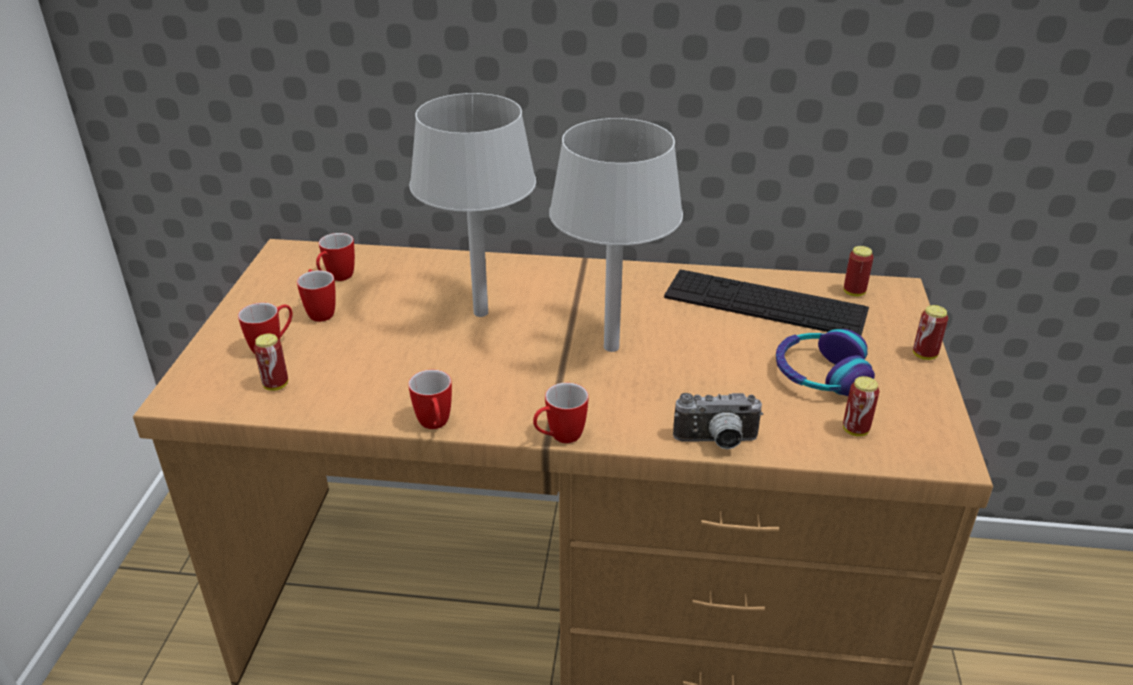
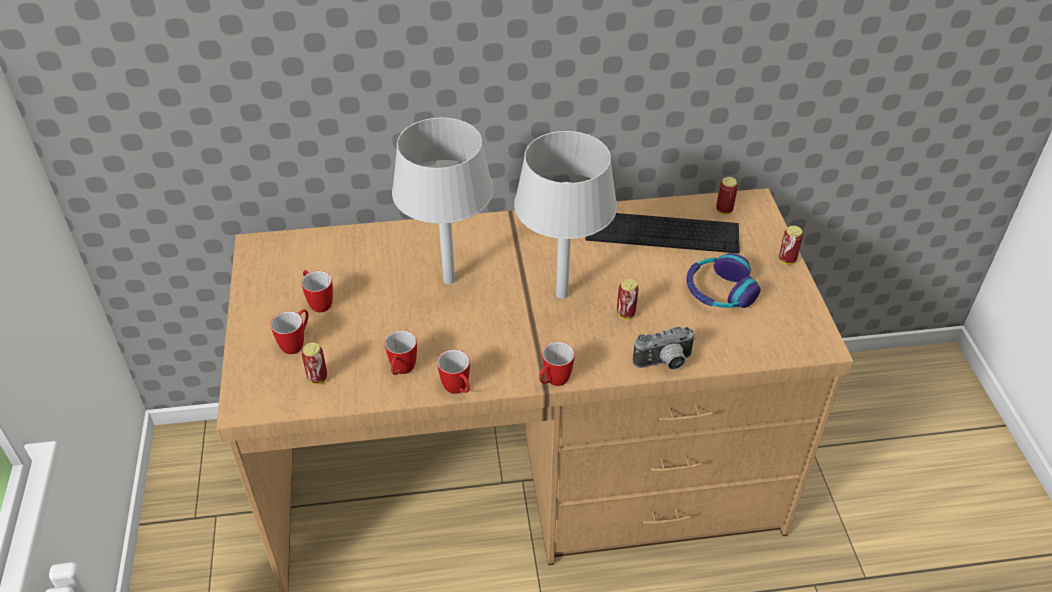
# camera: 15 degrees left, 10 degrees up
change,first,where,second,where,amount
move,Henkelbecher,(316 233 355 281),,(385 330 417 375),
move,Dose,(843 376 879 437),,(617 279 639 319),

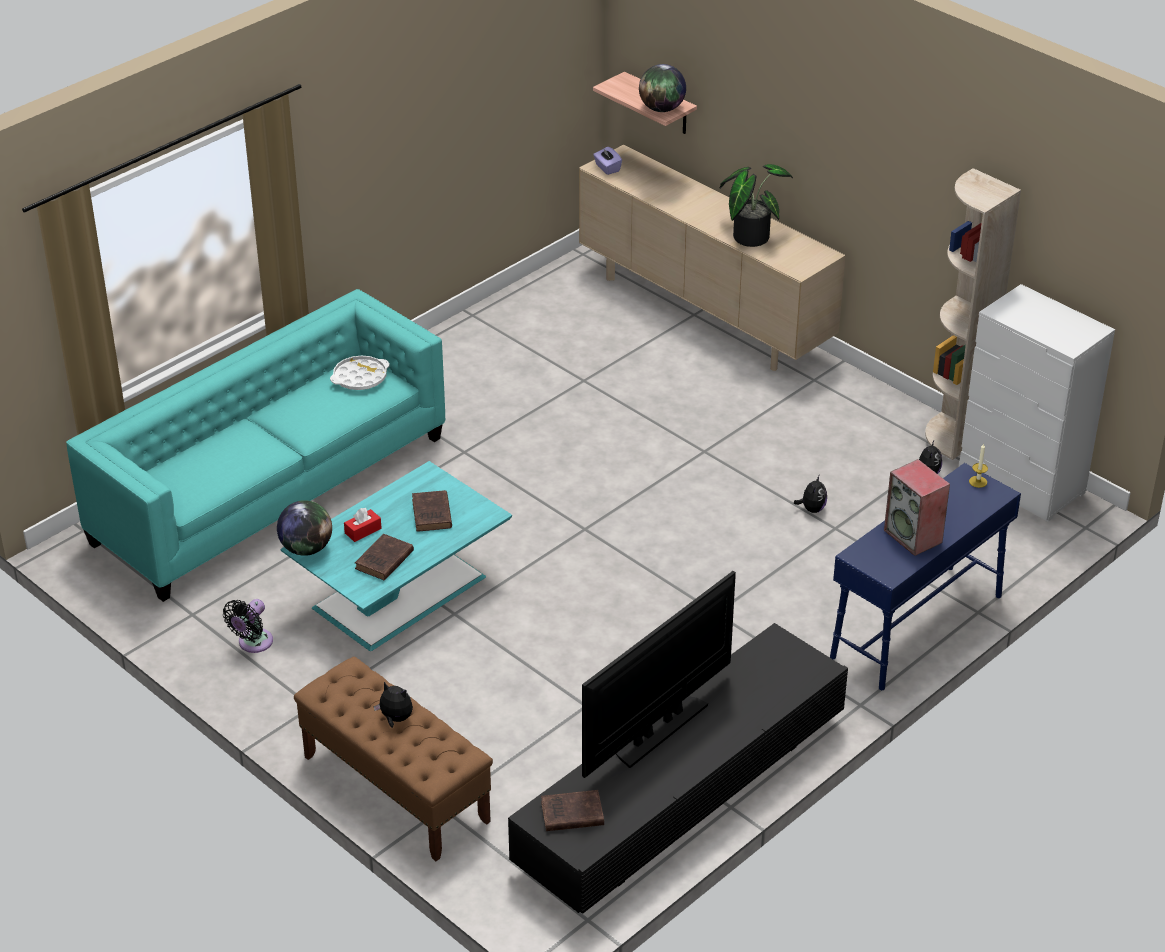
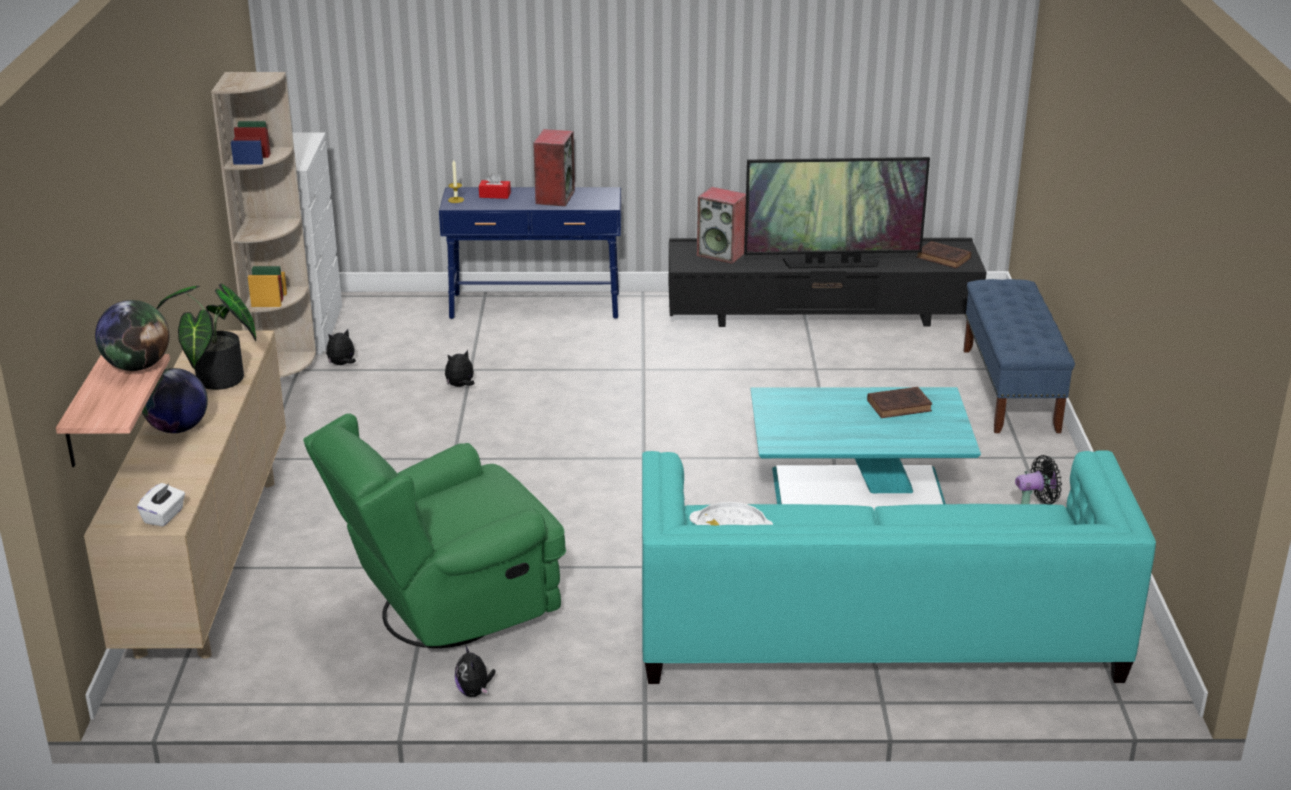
# camera: 135 degrees left, 10 degrees down
change,first,where,second,where,amount
recolor,Taschentuchbox/lila,(593 147 622 175),Taschentuchbox/weiß,(137 483 185 527),
delete,Buch/braun,(412 490 452 532),,,
move,Globus,(277 500 332 556),,(142 368 208 433),
move,Taschentuchbox/rot,(344 508 381 542),,(479 172 511 199),
recolor,Bank/braun,(294 657 493 861),Bank/blau,(963 279 1075 433),
move,Plüschtier,(373 682 413 728),,(455 645 496 697),
insert,,,Lautsprecher,(697 187 746 264),
insert,,,Sessel/grün,(303 414 566 648),

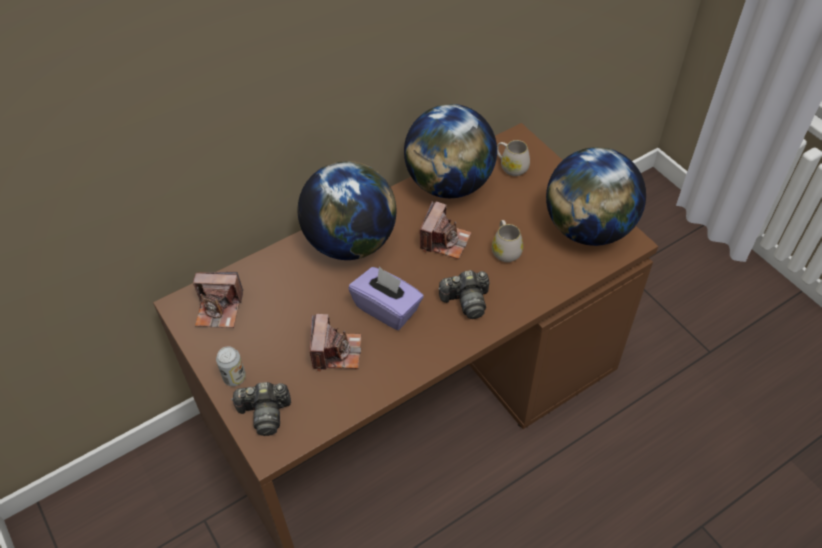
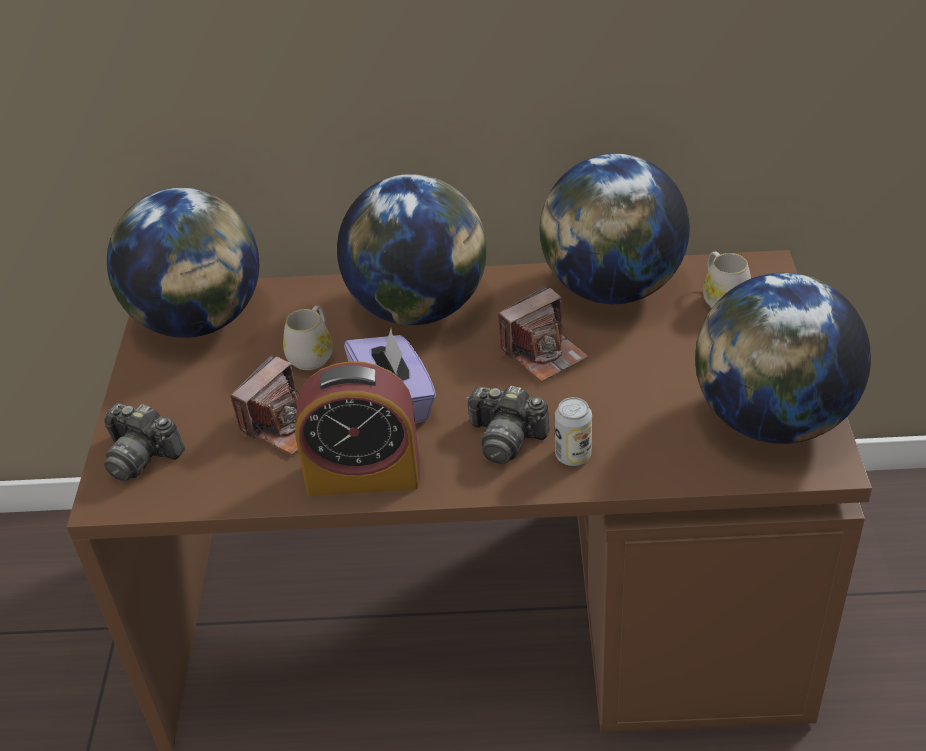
# camera: 35 degrees right, 10 degrees down
change,first,where,second,where,amount
move,Henkelbecher/weiß,(492 220 523 262),,(283 305 333 370),
replace,Kamera,(193 272 243 328),Globus,(107 187 259 338),
move,Dose,(216 346 246 386),,(555 397 592 466),
insert,,,Wecker,(295 361 419 496),

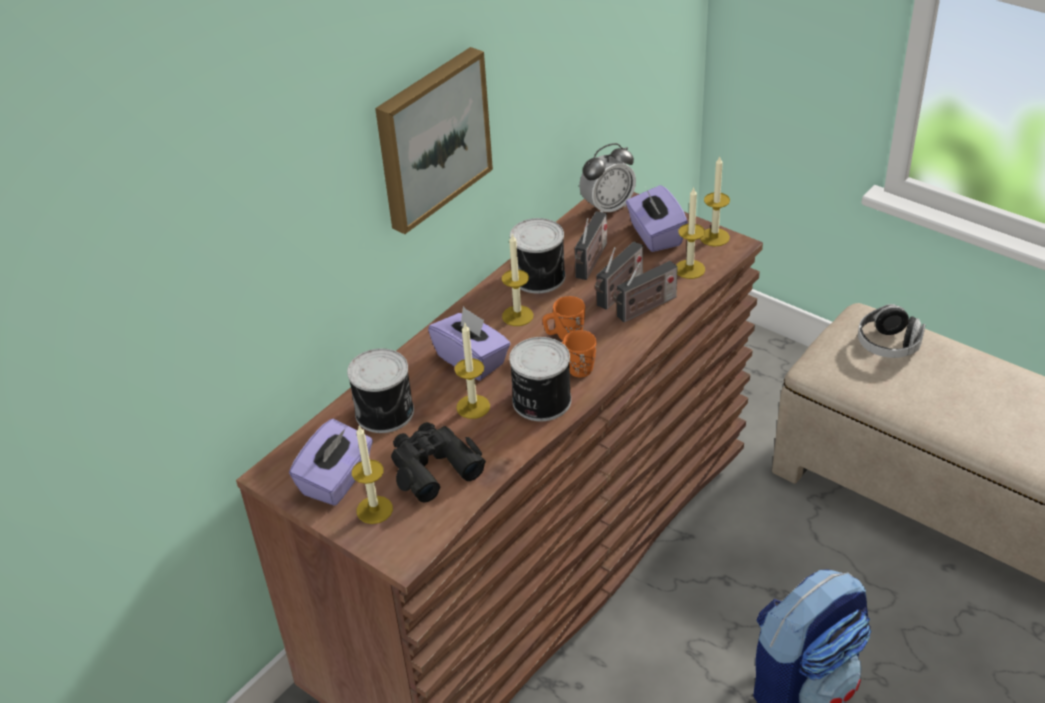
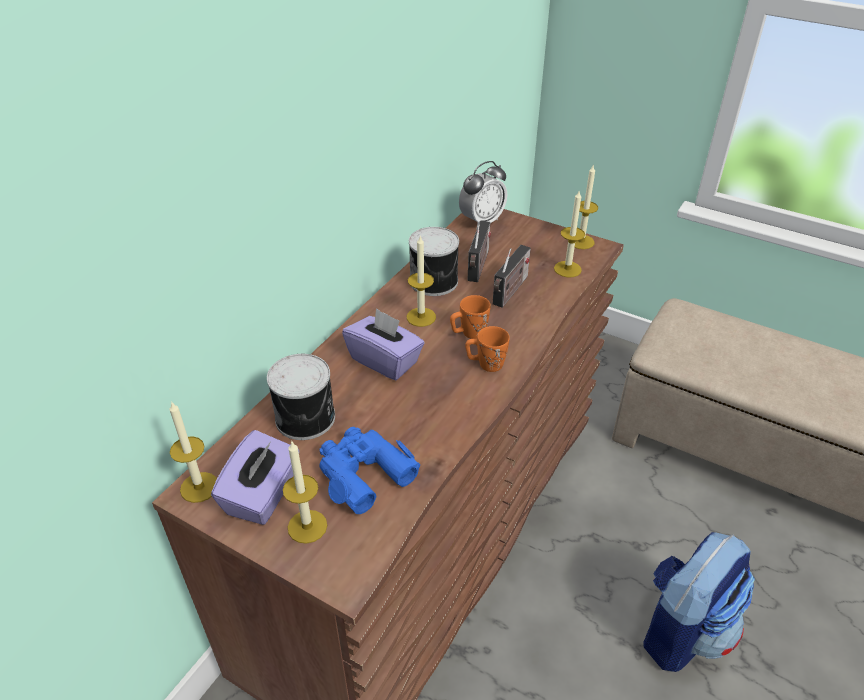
# camera: 10 degrees left, 0 degrees up
change,first,where,second,where,amount
delete,Bild,(375 47 493 234),,,
delete,Taschentuchbox/lila,(626 185 688 252),,,
delete,Radio,(613 261 678 322),,,
delete,Kopfhörer,(858 304 926 358),,,
move,Kerze,(455 322 490 419),,(169 401 217 503),
delete,Dose,(509 337 571 421),,,
recolor,Fernglas/schwarz,(391 422 486 503),Fernglas/blau,(319 427 421 514),

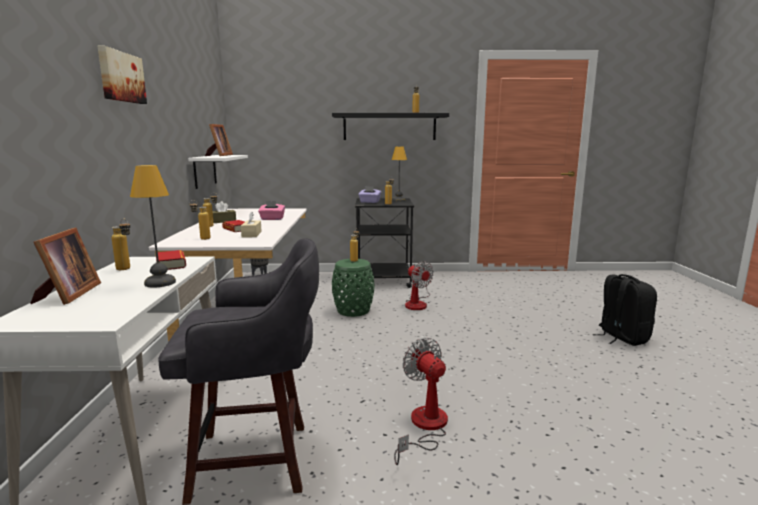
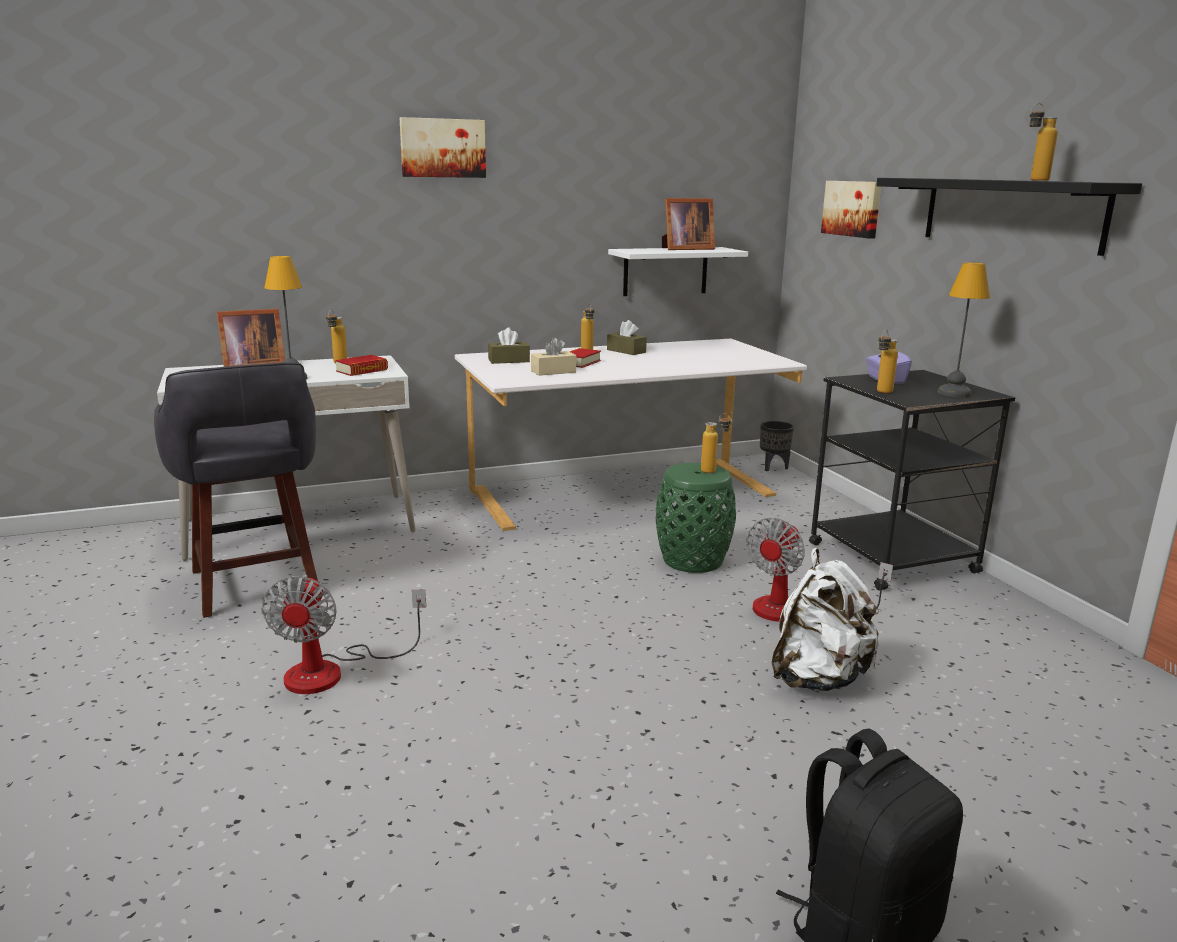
# camera: 70 degrees right, 5 degrees up
change,first,where,second,where,amount
replace,Flasche,(190 200 211 240),Taschentuchbox/braun,(488 328 530 364),
delete,Taschentuchbox/rosa,(258 201 285 220),,,
rotate,Ventilator,(394 338 448 465),,(261 575 426 694),135 degrees clockwise
insert,,,Bild,(821 181 881 239),
insert,,,Rucksack/weiß,(771 548 880 691),

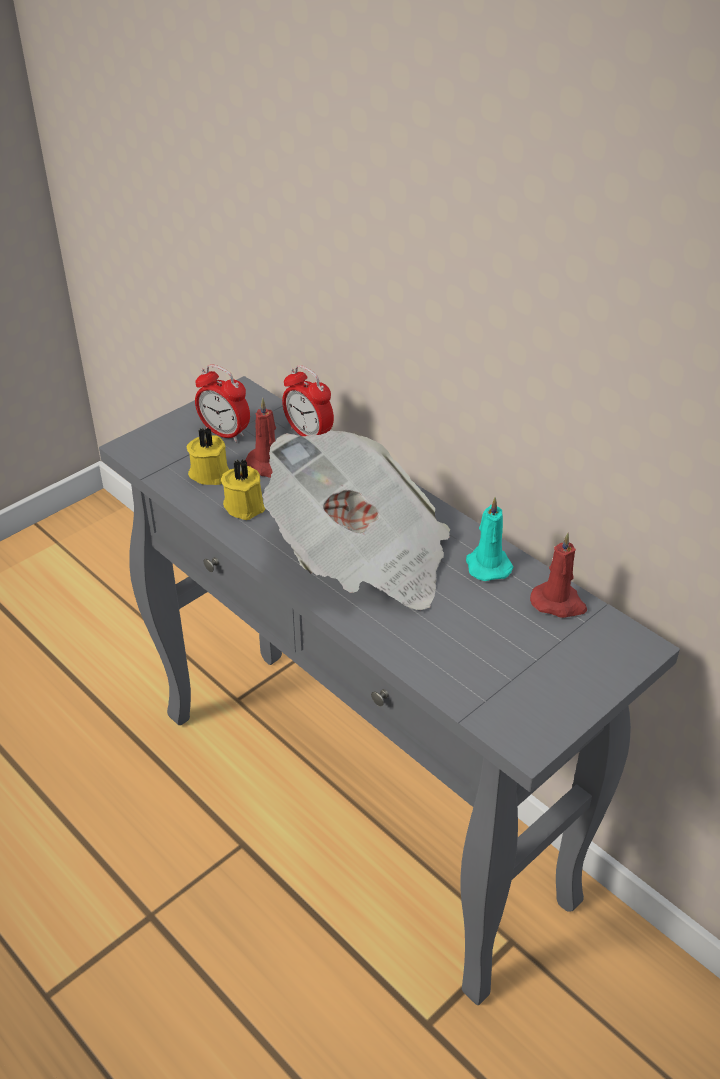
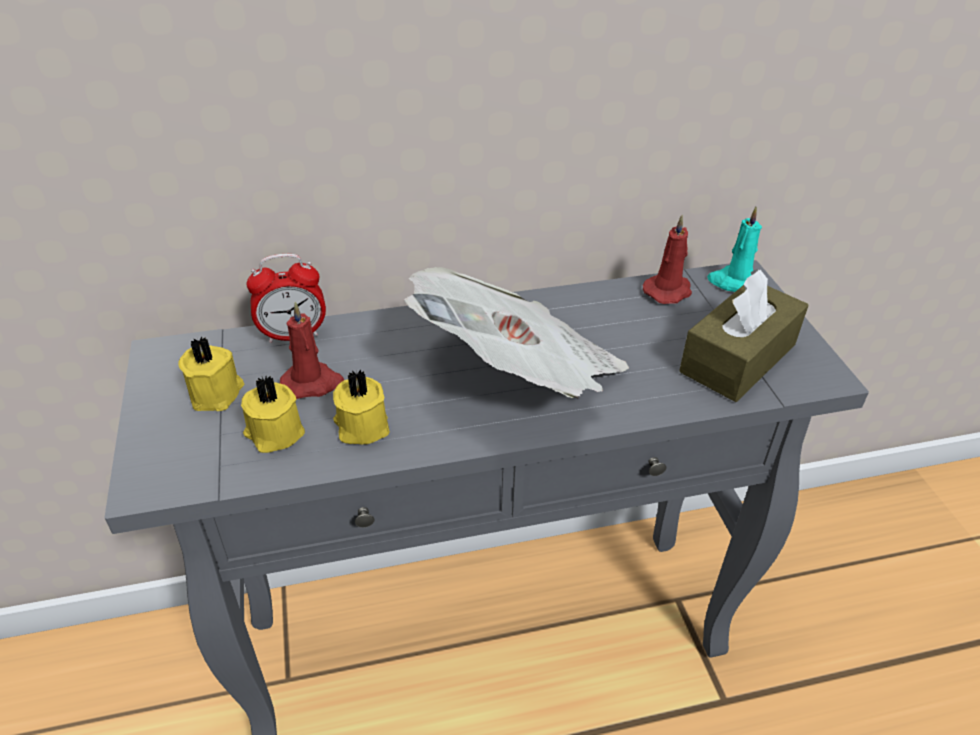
# camera: 60 degrees left, 0 degrees up
change,first,where,second,where,amount
replace,Wecker,(195 365 250 442),Kerze/gelb,(178 337 244 411),
move,Kerze/türkis,(466 497 514 581),,(707 206 762 292),
insert,,,Taschentuchbox/braun,(679 269 809 402),

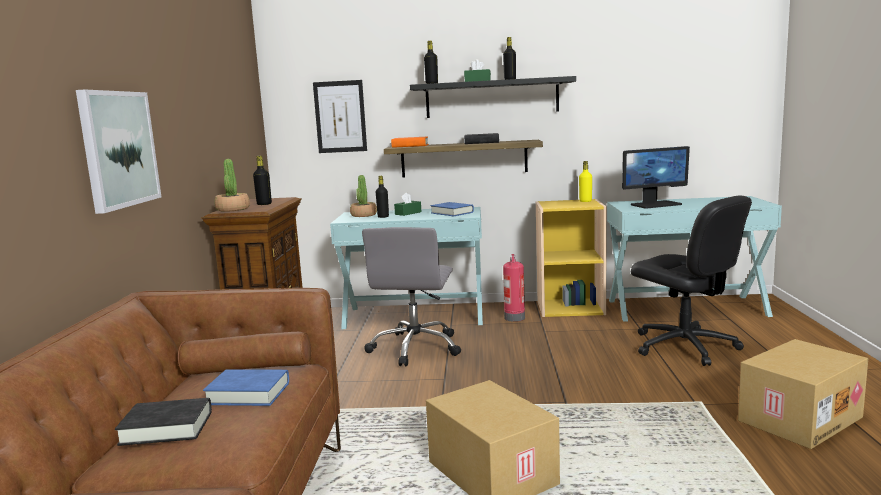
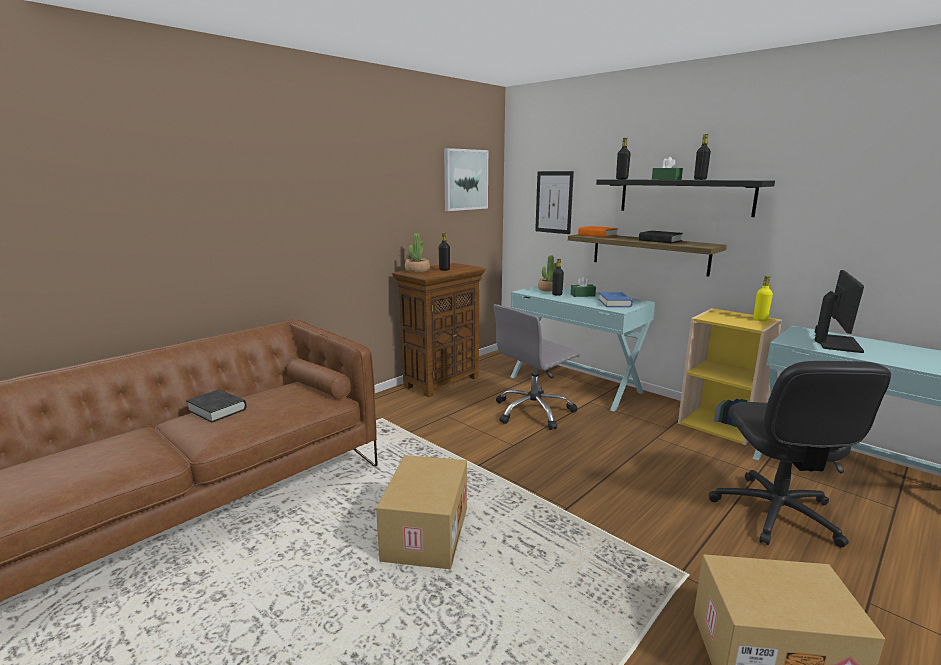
# camera: 40 degrees right, 5 degrees up
change,first,where,second,where,amount
move,Bild,(76 90 162 214),,(444 148 488 211),
rotate,Monitor,(622 146 690 209),,(814 270 864 353),90 degrees counterclockwise
delete,Feuerlöscher,(503 254 525 322),,,
delete,Buch/blau,(203 369 289 406),,,

